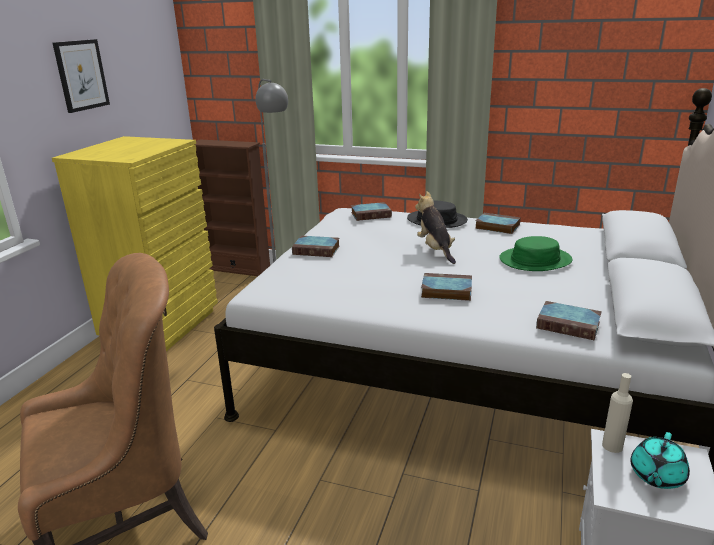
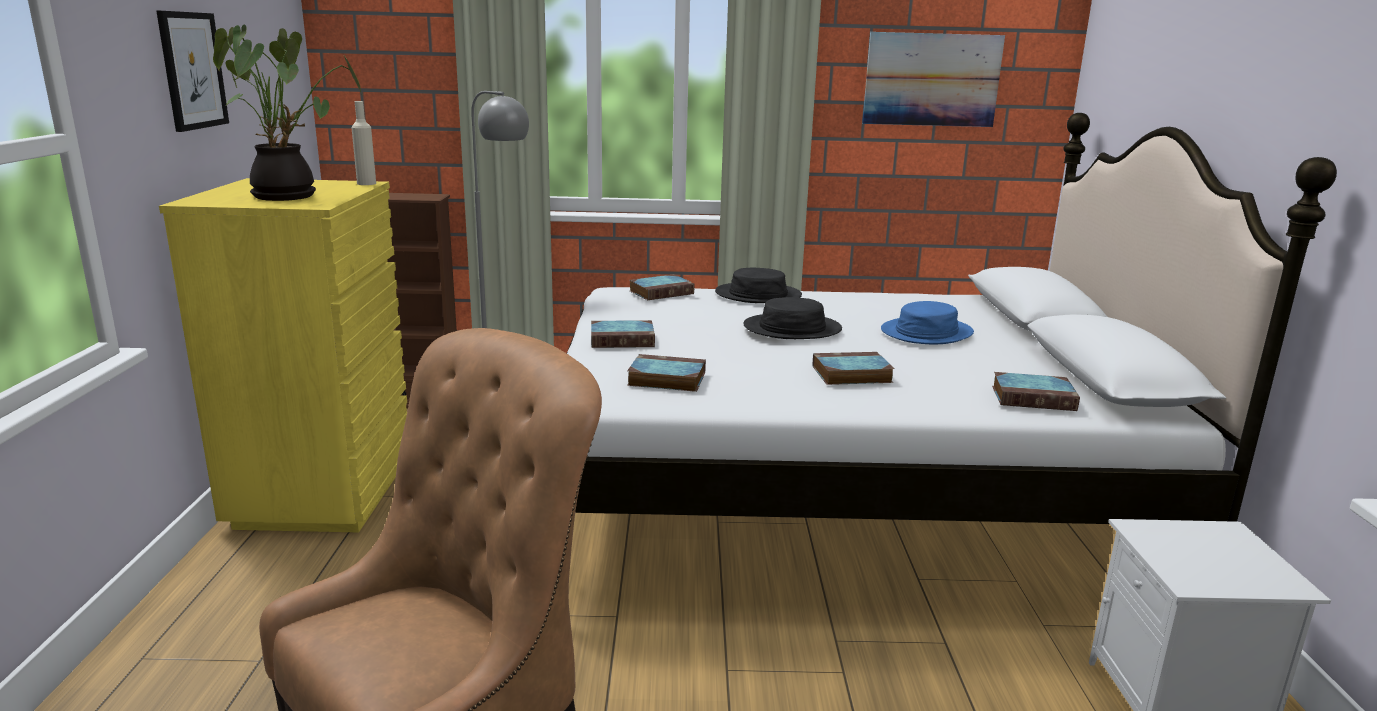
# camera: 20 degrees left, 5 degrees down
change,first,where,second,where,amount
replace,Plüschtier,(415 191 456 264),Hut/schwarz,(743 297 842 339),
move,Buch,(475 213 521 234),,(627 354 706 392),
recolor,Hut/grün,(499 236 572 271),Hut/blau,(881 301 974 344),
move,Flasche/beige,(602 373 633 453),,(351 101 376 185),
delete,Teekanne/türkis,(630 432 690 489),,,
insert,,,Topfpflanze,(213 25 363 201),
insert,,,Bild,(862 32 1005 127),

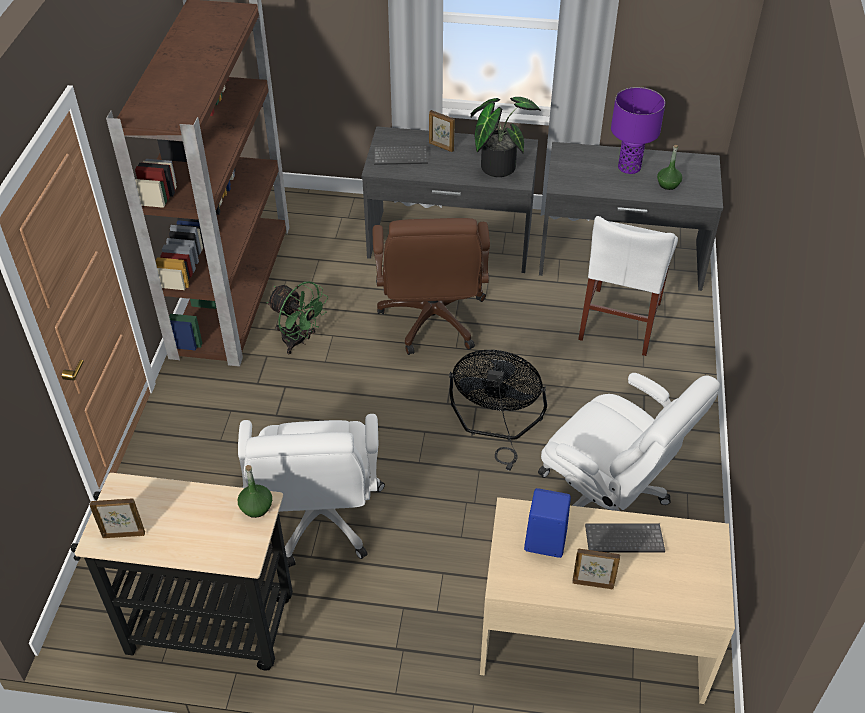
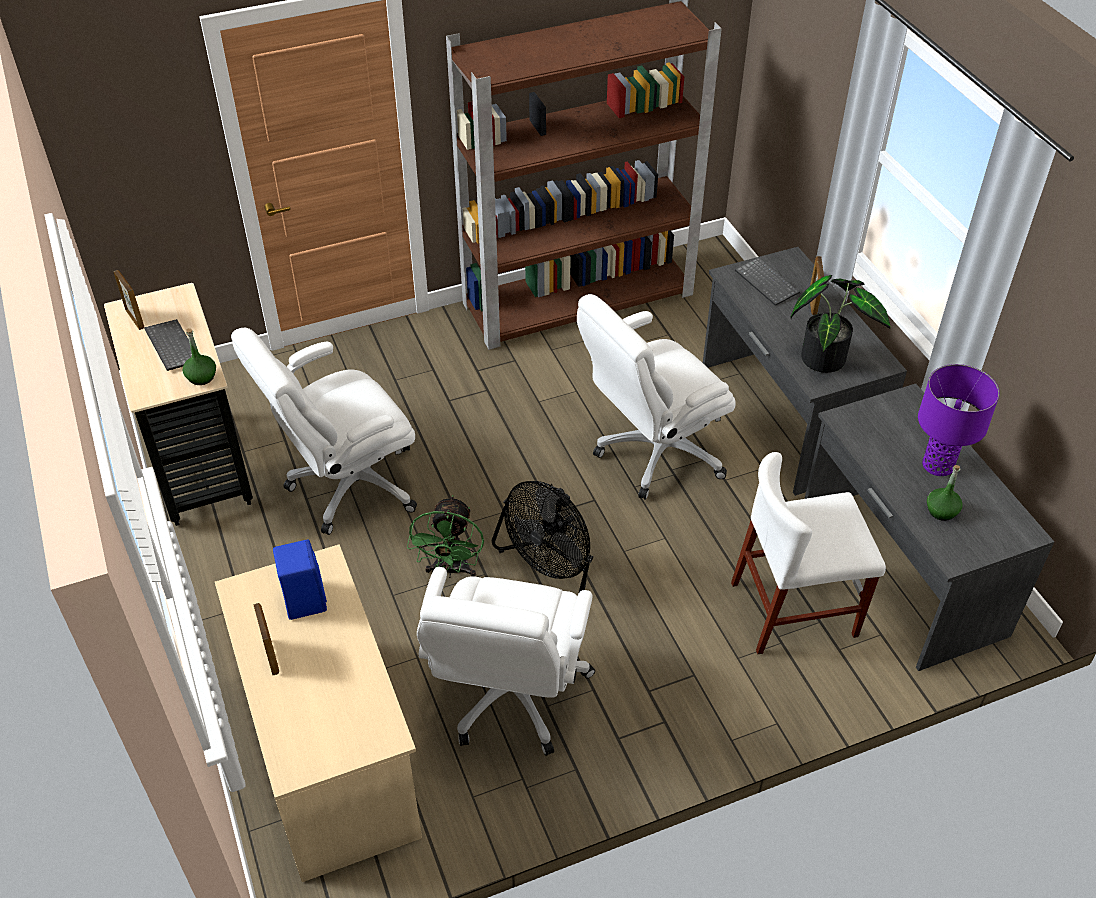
# camera: 60 degrees right, 0 degrees up
change,first,where,second,where,amount
recolor,Bürostuhl/braun,(373 218 490 355),Bürostuhl/weiß,(577 294 736 500),
move,Ventilator/grün,(267 281 328 354),,(407 495 484 578),
rotate,Ventilator/schwarz,(449 350 547 471),,(492 481 593 592),150 degrees clockwise
move,Tastatur,(585 523 665 553),,(144 319 192 371),

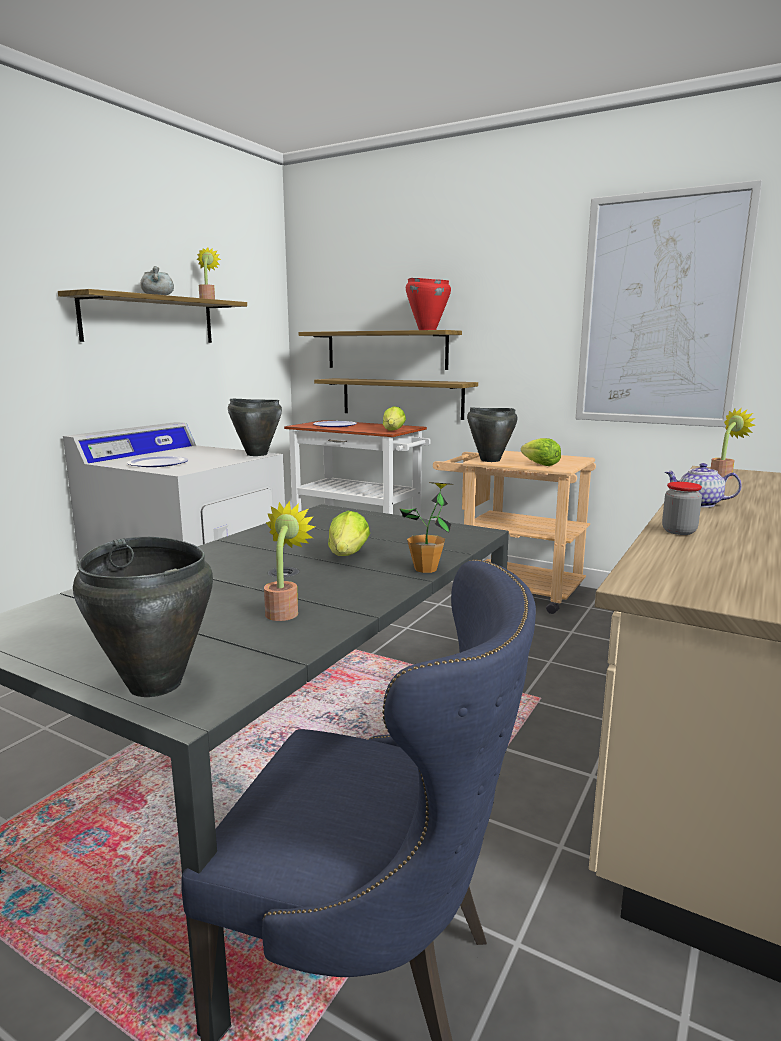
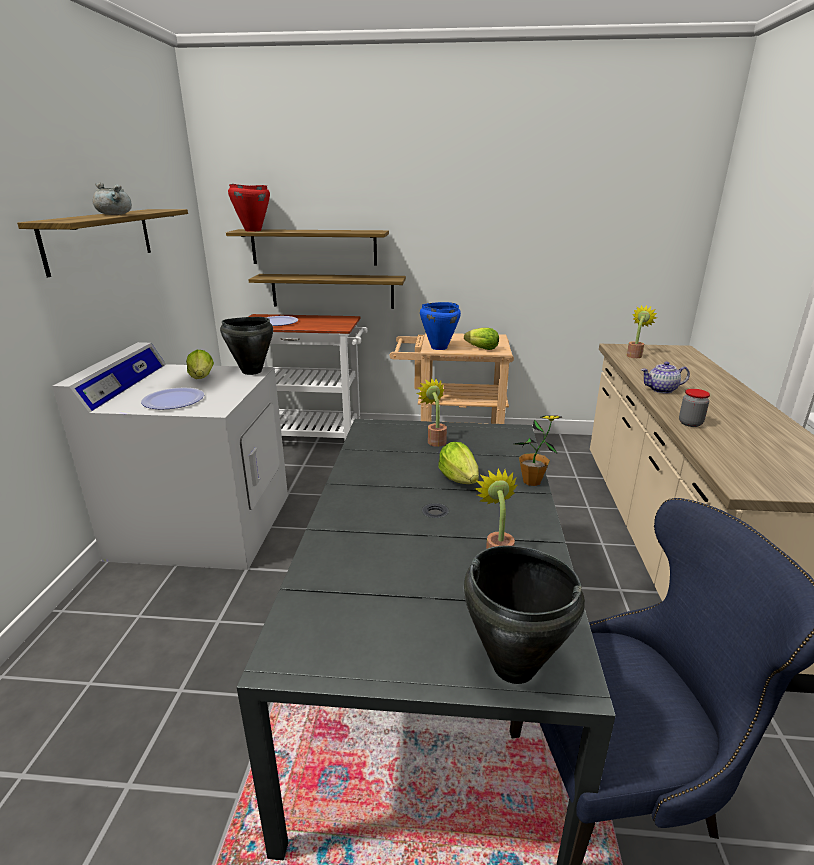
# camera: 25 degrees left, 10 degrees up
change,first,where,second,where,amount
delete,Bild,(576 180 763 427),,,
move,Topfpflanze,(196 248 221 299),,(416 377 447 447),
move,Kochtopf/rot,(406 278 451 330),,(228 184 270 232),
move,Salatkopf,(383 406 406 430),,(186 350 214 379),
recolor,Kochtopf/schwarz,(467 407 518 462),Kochtopf/blau,(420 302 461 350),

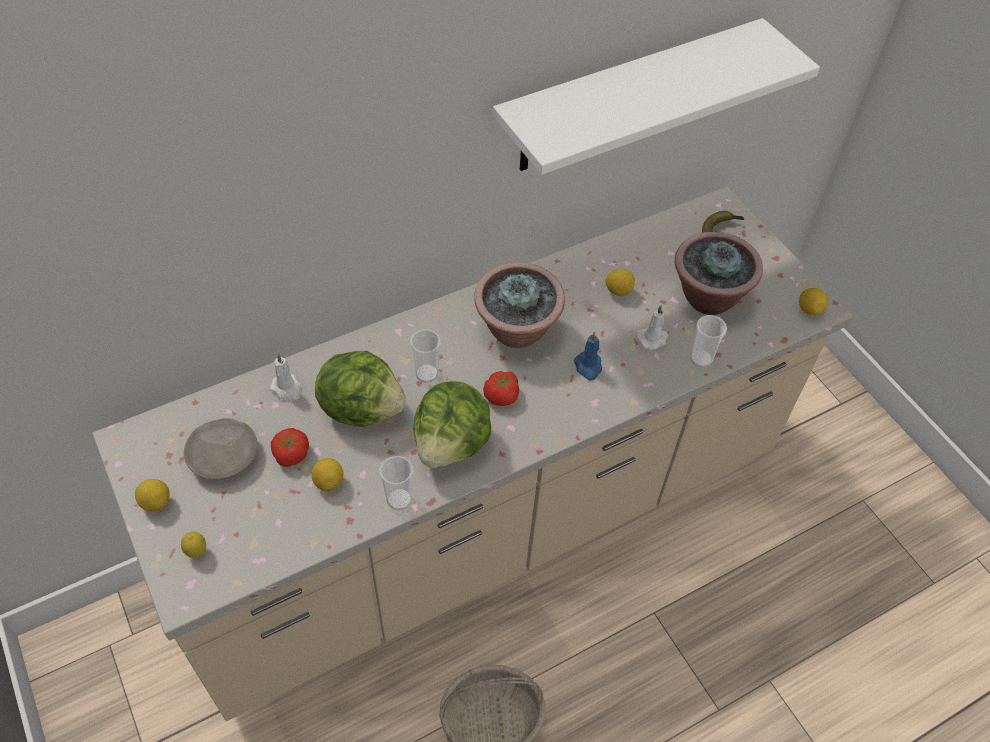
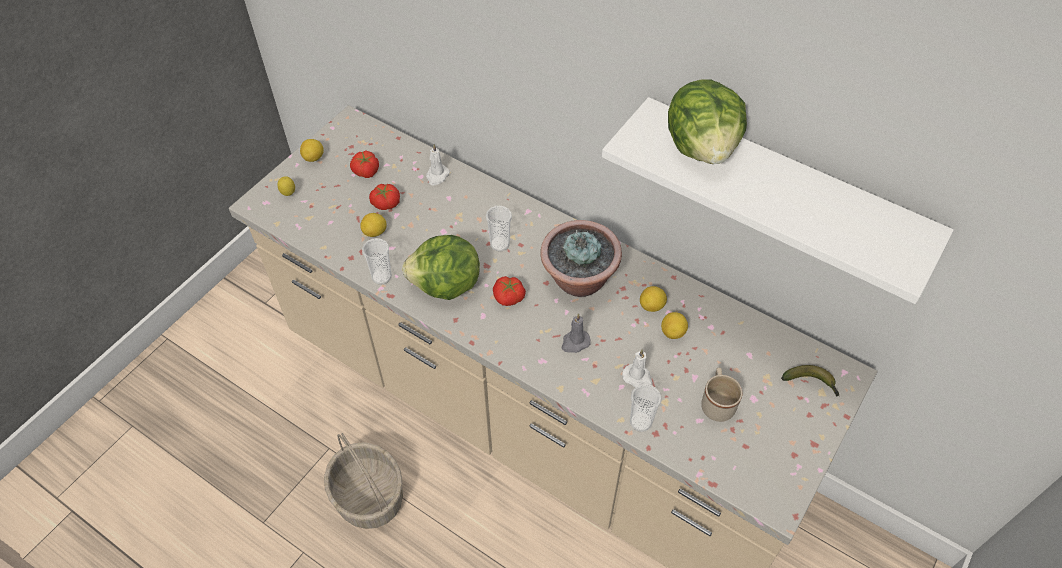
# camera: 65 degrees right, 0 degrees up
change,first,where,second,where,amount
replace,Topfpflanze,(675 232 763 315),Henkelbecher/beige,(701 368 742 422),
move,Zitrone,(799 288 828 316),,(640 286 667 312),
recolor,Kerze/blau,(574 332 602 381),Kerze/grau,(561 313 591 353),
move,Salatkopf,(315 351 406 427),,(668 80 747 164),
replace,Teller/beige,(184 418 258 480),Tomate,(350 150 379 178),

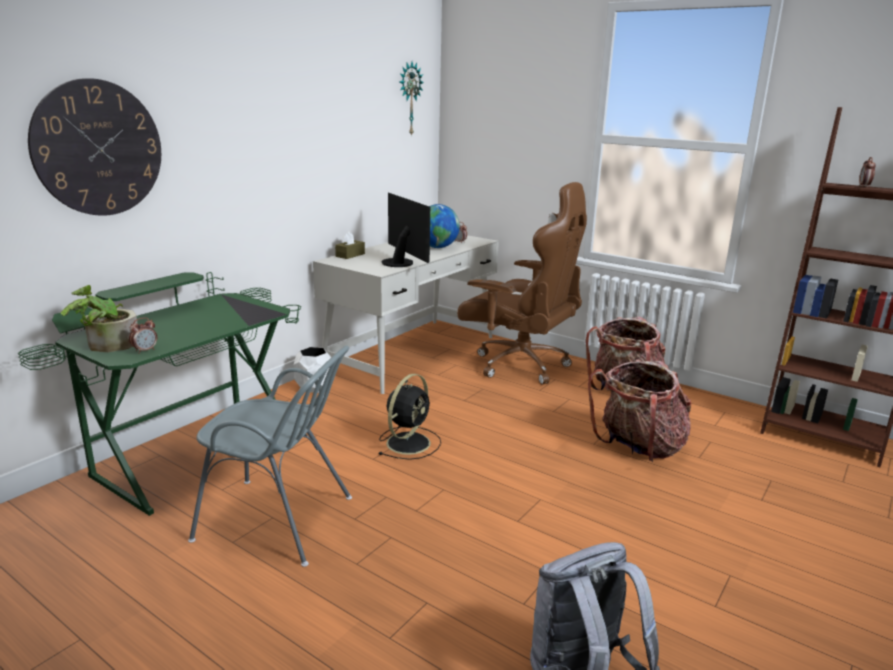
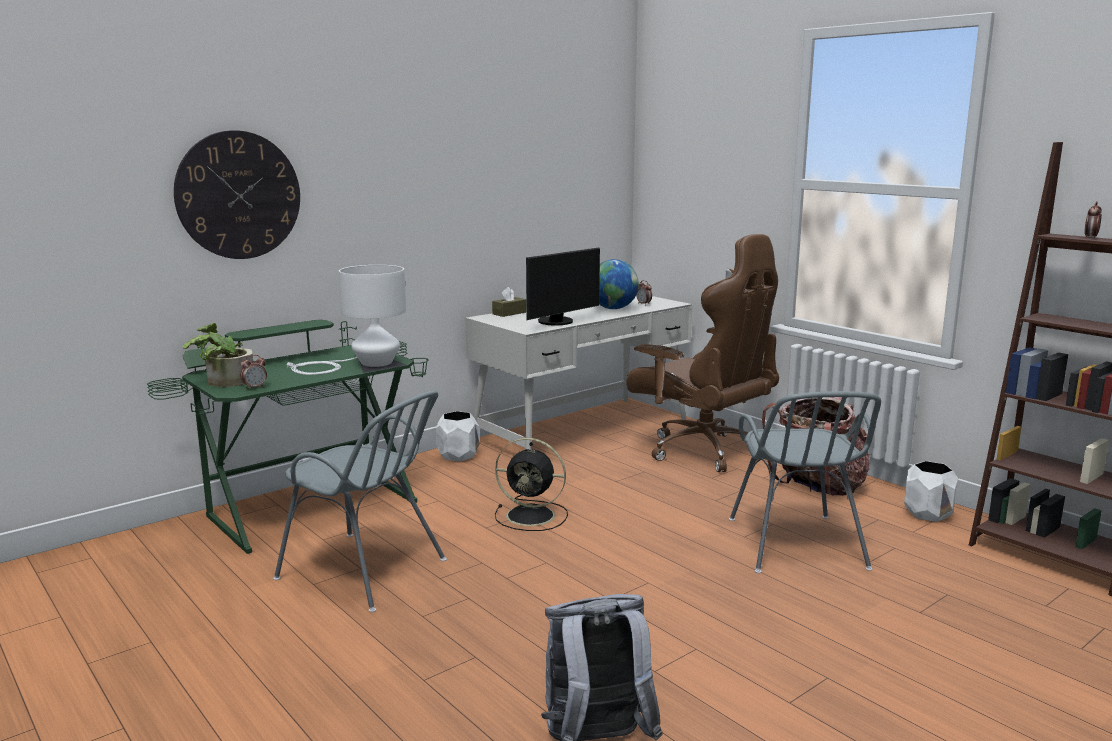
# camera: 15 degrees right, 5 degrees down
change,first,where,second,where,amount
delete,Wanduhr,(400 62 424 137),,,
rotate,Monitor,(382 193 430 267),,(526 247 600 326),60 degrees clockwise
replace,Rucksack,(588 359 691 462),Stuhl/grau,(729 391 881 573),
rotate,Ventilator/schwarz,(379 374 441 460),,(495 438 568 531),60 degrees clockwise
insert,,,Tischlampe/weiß,(287 265 406 375),
insert,,,Pflanzkübel/weiß,(904 461 958 522),

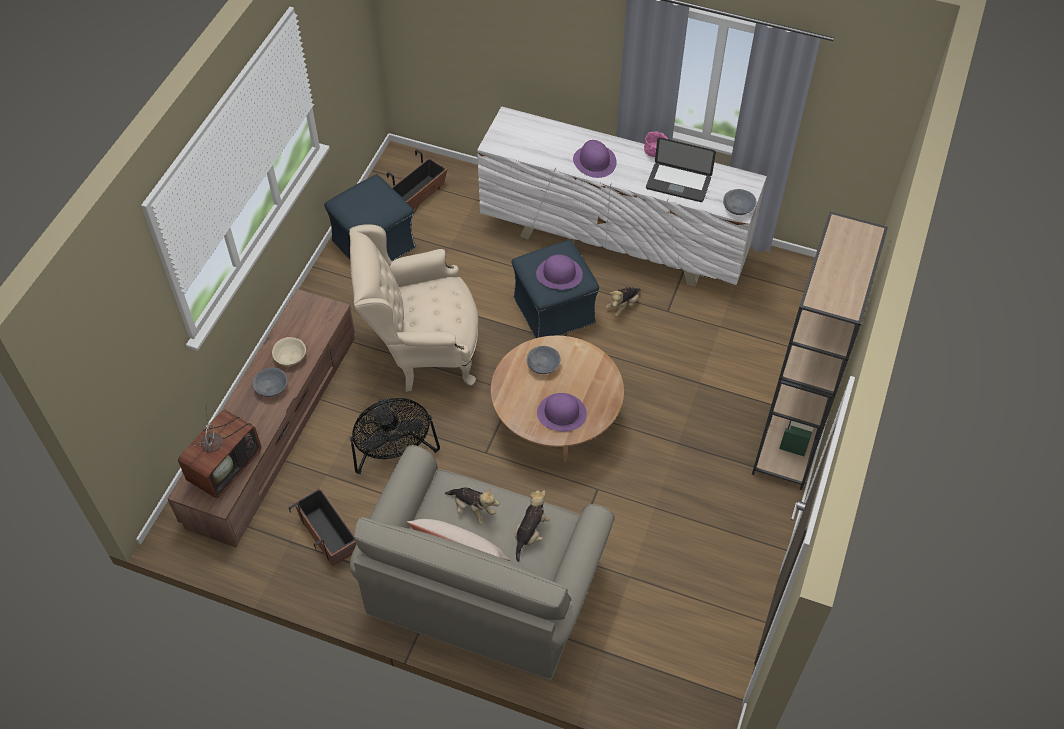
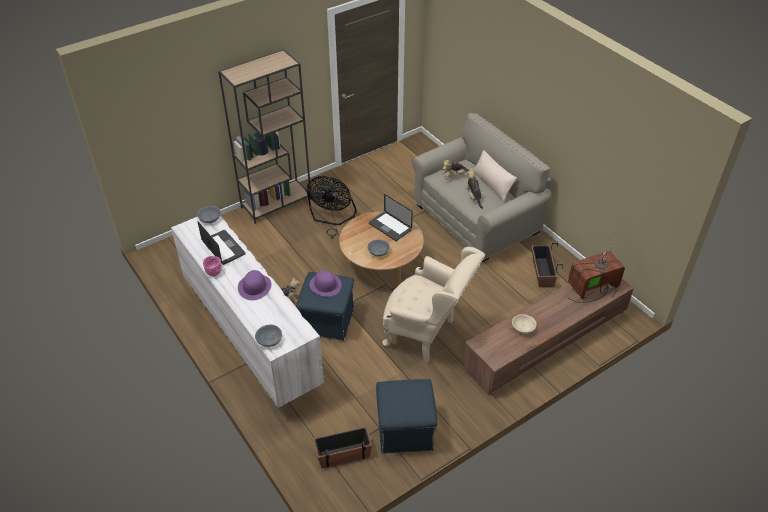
# camera: 145 degrees left, 10 degrees down
change,first,where,second,where,amount
move,Schüssel/grau,(253 367 287 397),,(255 324 282 347),
replace,Hut/lila,(537 393 587 431),Laptop,(369 194 413 241),
move,Ventilator/schwarz,(349 398 440 474),,(305 176 357 239),

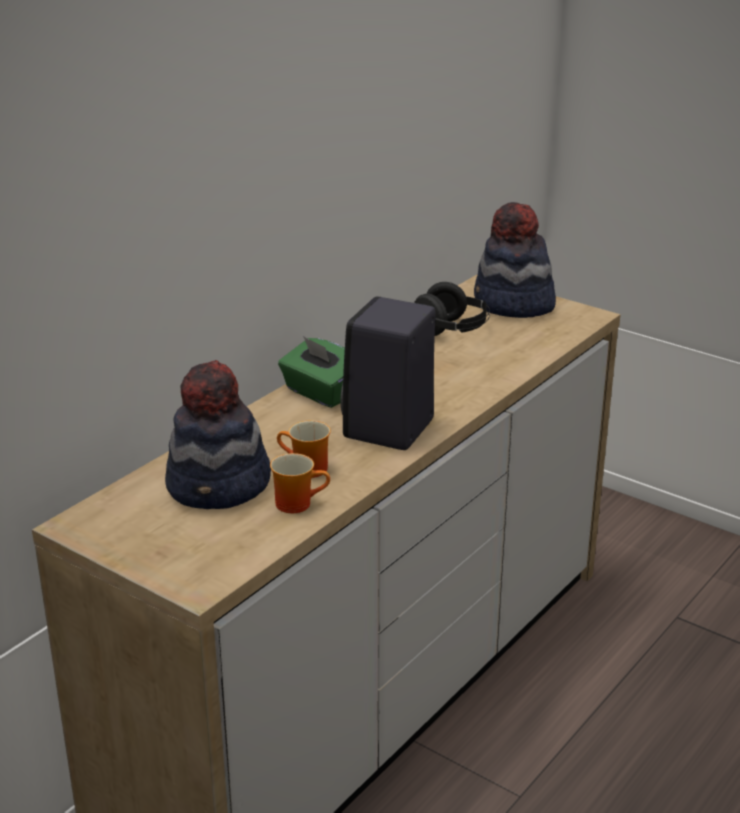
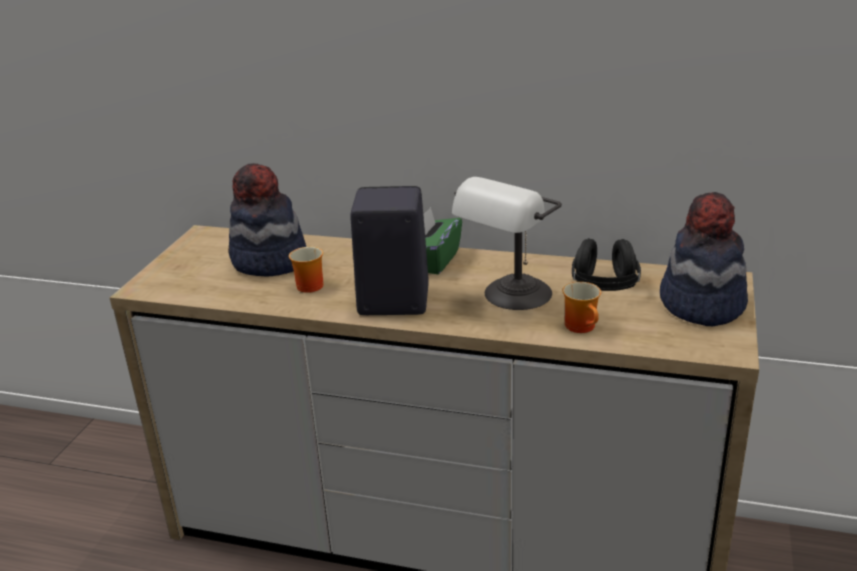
# camera: 70 degrees right, 0 degrees up
change,first,where,second,where,amount
move,Henkelbecher,(270 453 330 513),,(563 282 601 333),
insert,,,Tischlampe,(452 177 562 310),

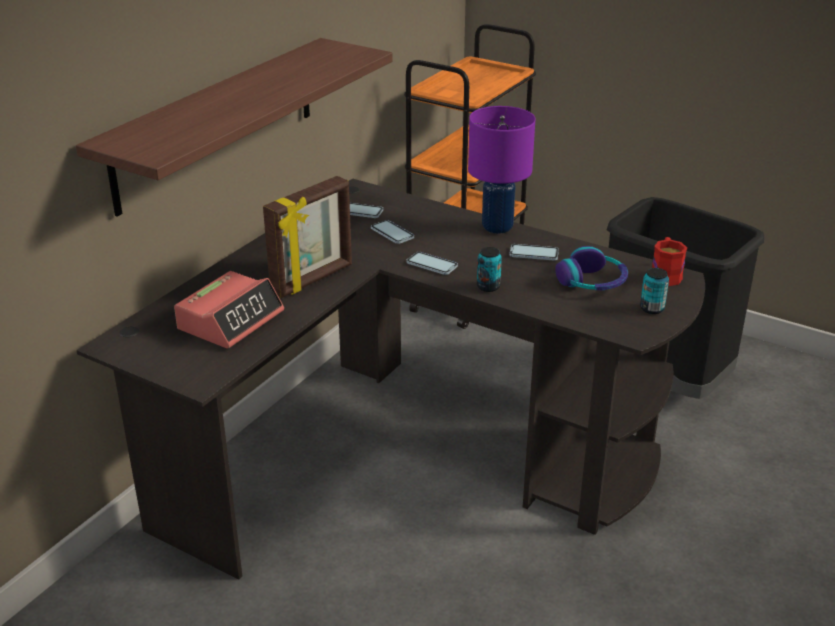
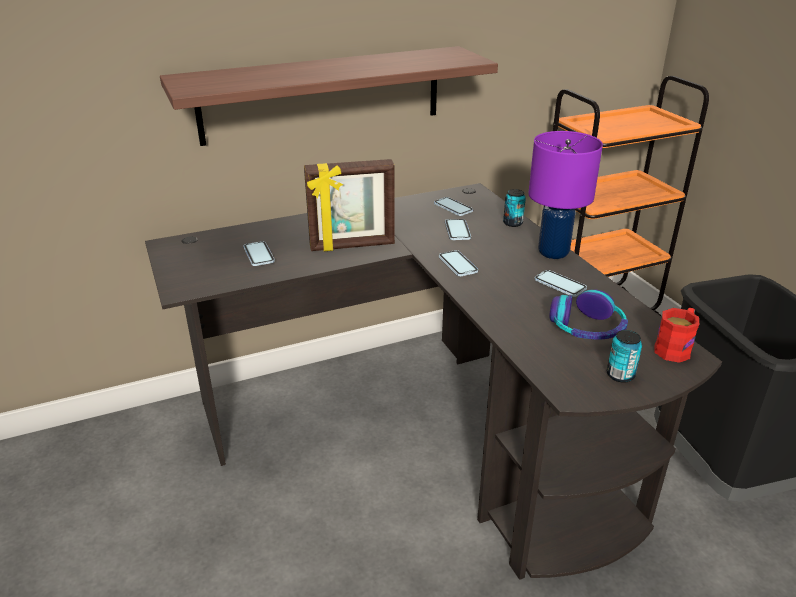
# camera: 35 degrees right, 0 degrees up
change,first,where,second,where,amount
move,Dose,(477 247 502 292),,(503 189 526 227),
replace,Wecker,(174 271 284 349),Handy,(244 241 275 266),

